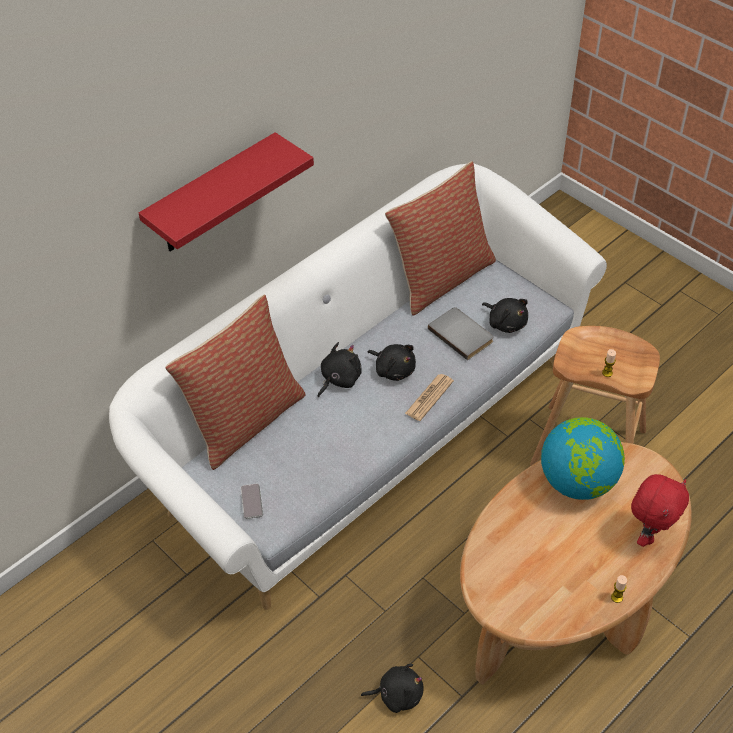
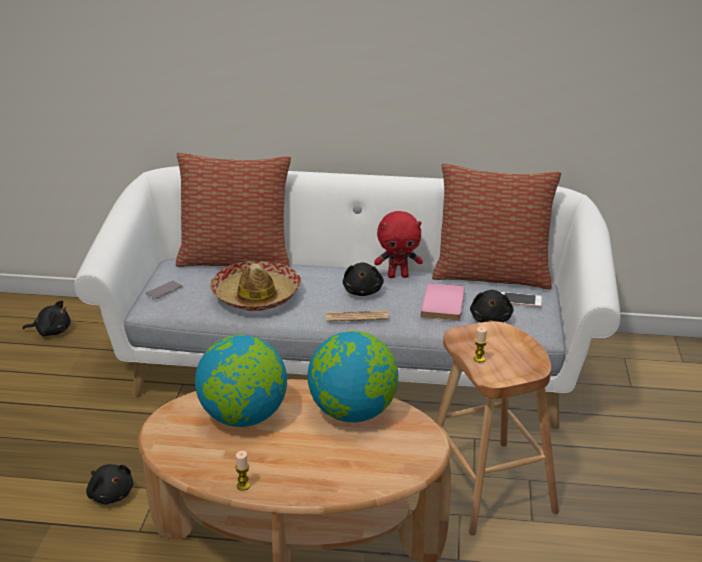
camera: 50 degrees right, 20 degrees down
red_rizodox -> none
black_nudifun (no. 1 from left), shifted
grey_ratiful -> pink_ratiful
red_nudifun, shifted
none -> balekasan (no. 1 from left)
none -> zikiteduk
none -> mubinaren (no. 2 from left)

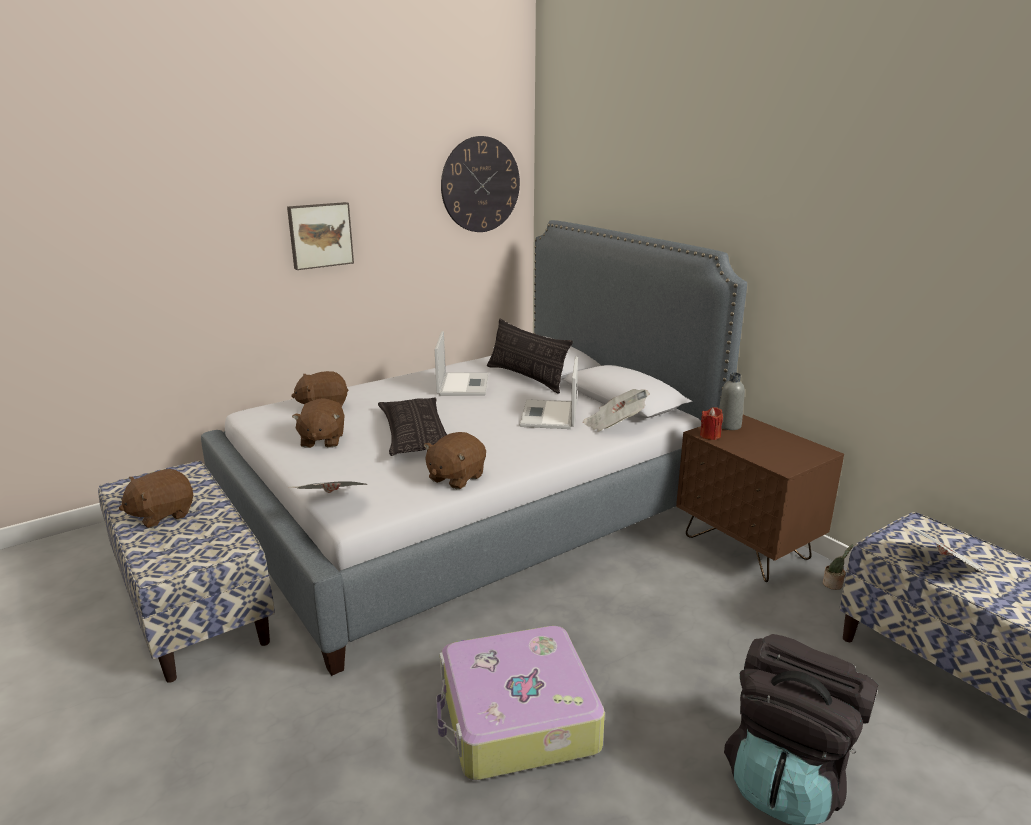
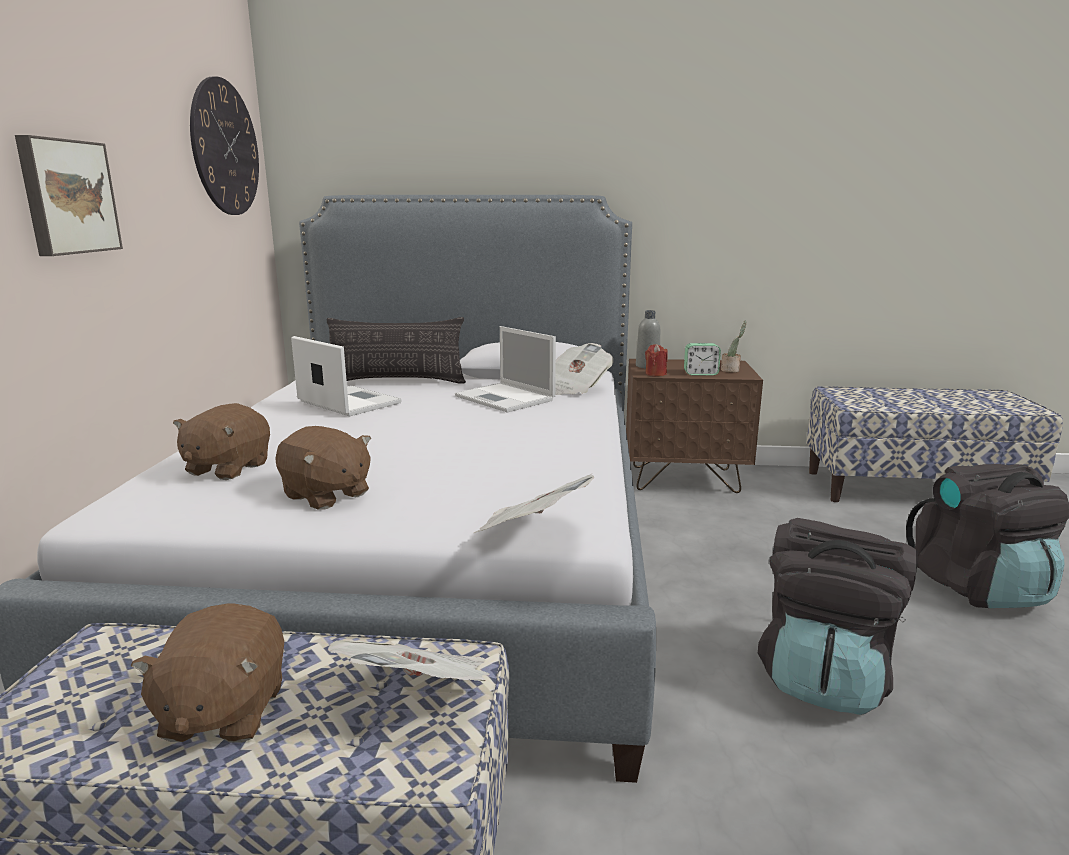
camera: 50 degrees left, 5 degrees down
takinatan (no. 1 from left) -> none
brown_nudifun (no. 4 from left) -> none
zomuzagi -> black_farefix (no. 1 from left)
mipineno, shifted
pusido (no. 3 from left in the first image) -> pusido (no. 1 from left), shifted
none -> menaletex

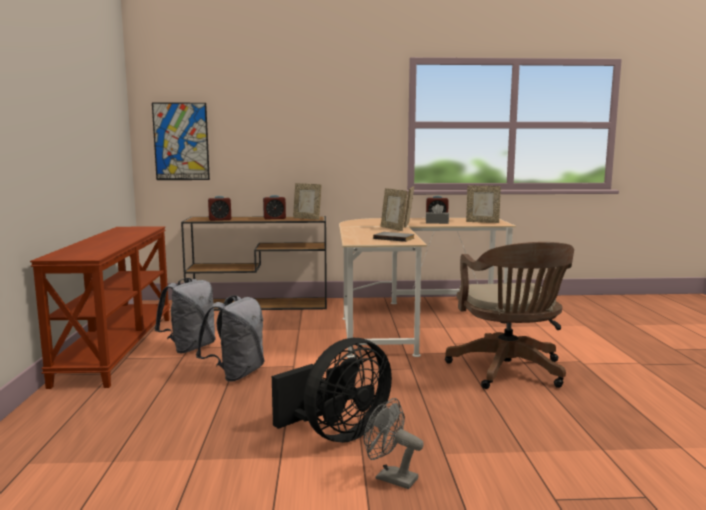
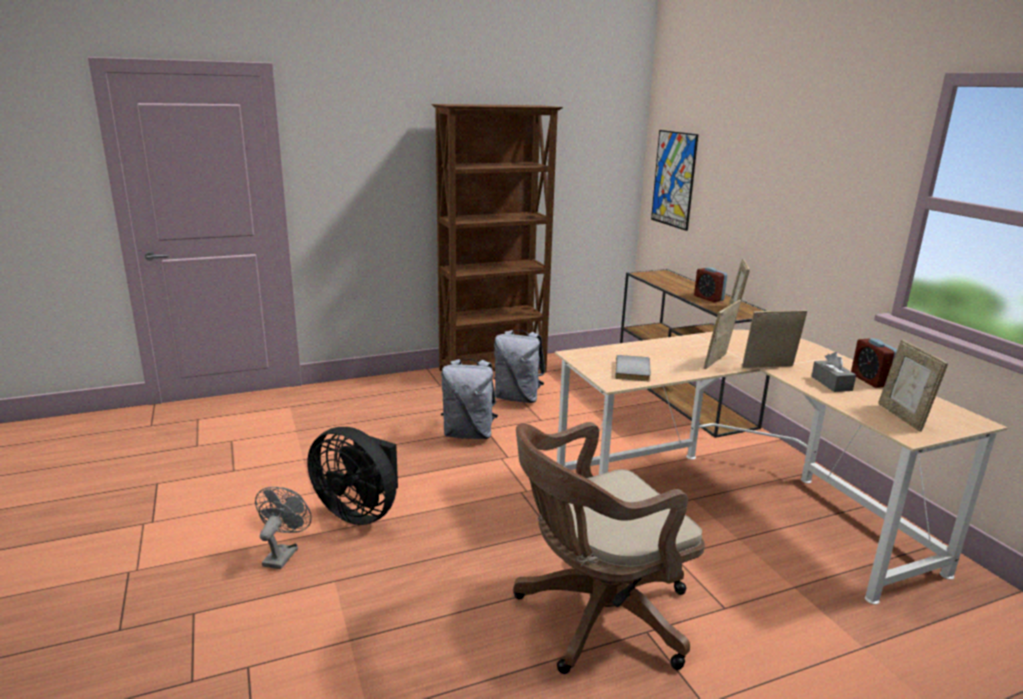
camera: 70 degrees right, 10 degrees up
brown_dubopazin (no. 1 from left) -> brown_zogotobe
menaletex (no. 1 from left) -> none

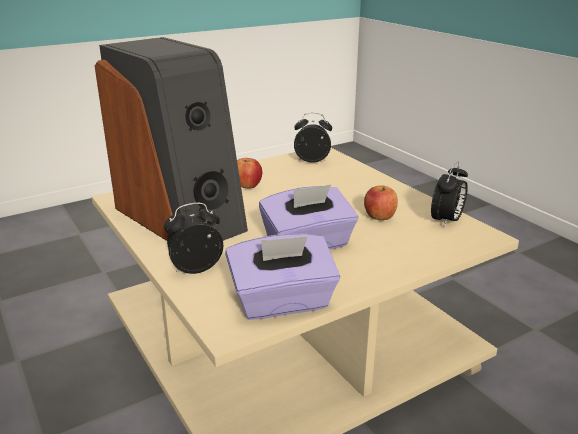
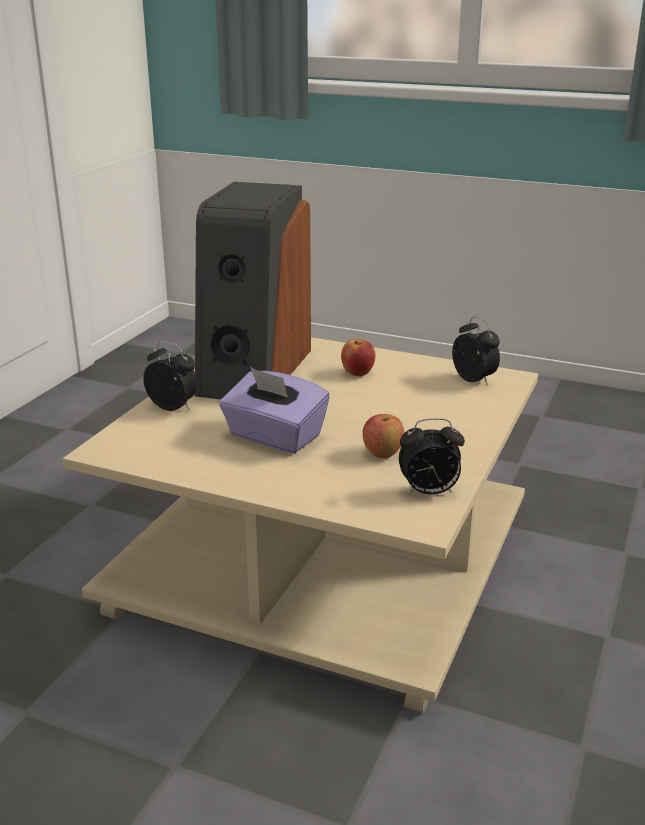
camera: 55 degrees right, 0 degrees up
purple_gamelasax (no. 1 from left) -> none

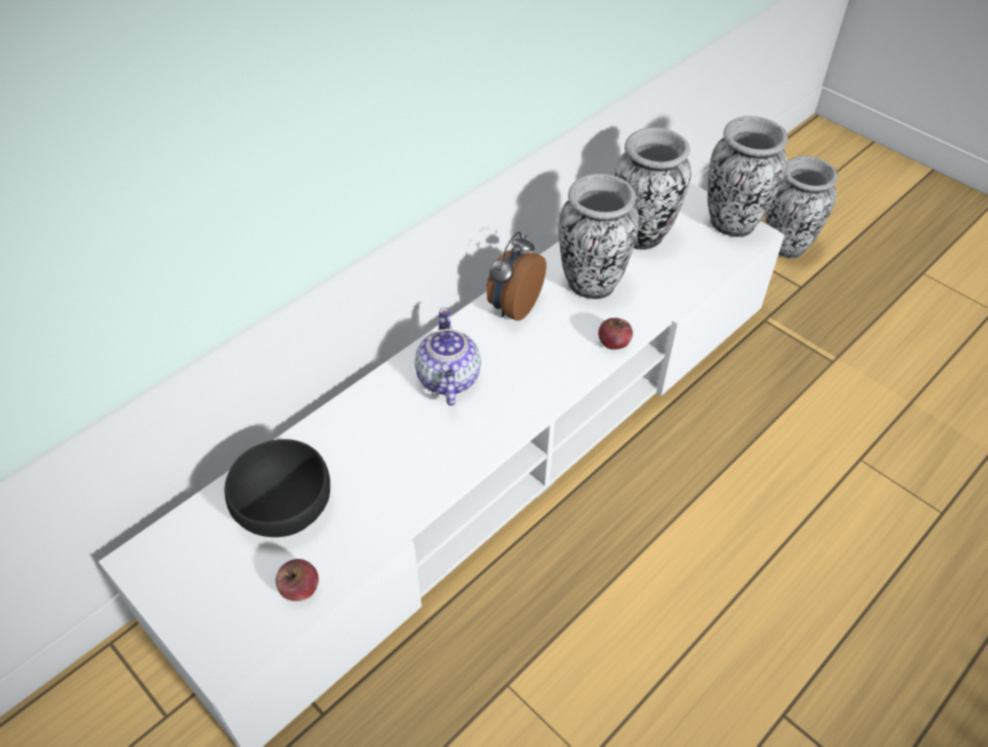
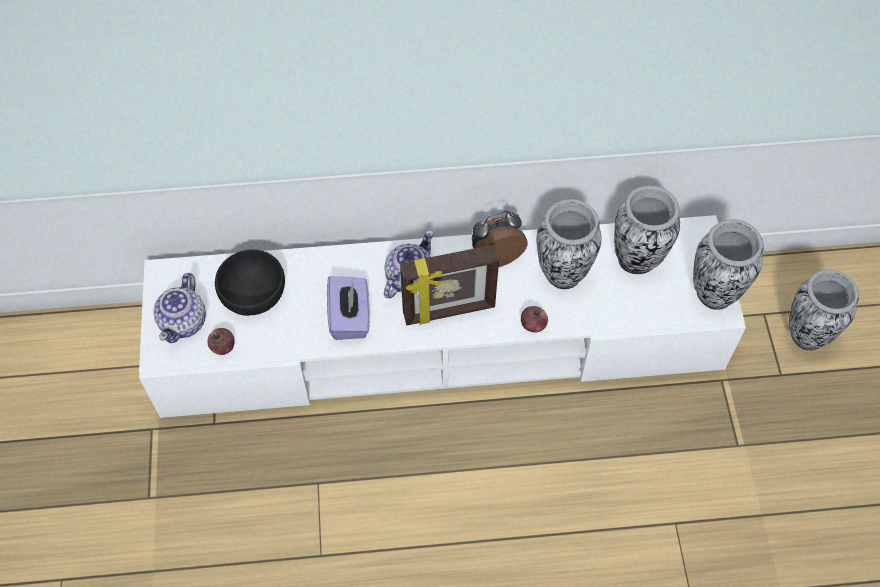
camera: 40 degrees right, 10 degrees up
none -> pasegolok (no. 1 from left)
none -> purple_gamelasax
none -> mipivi

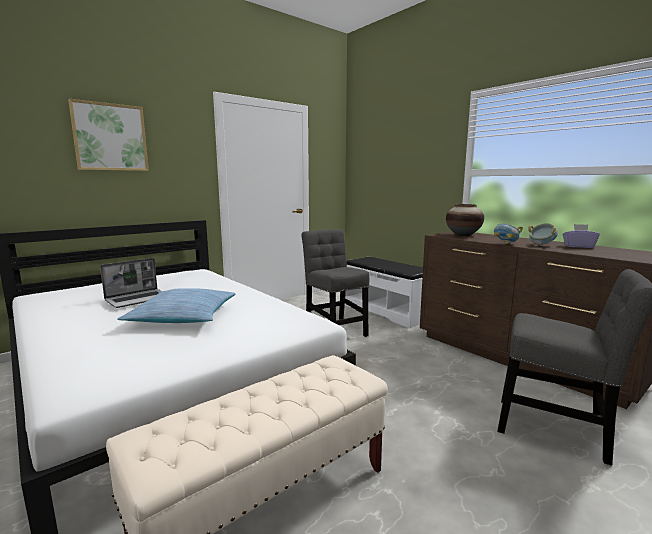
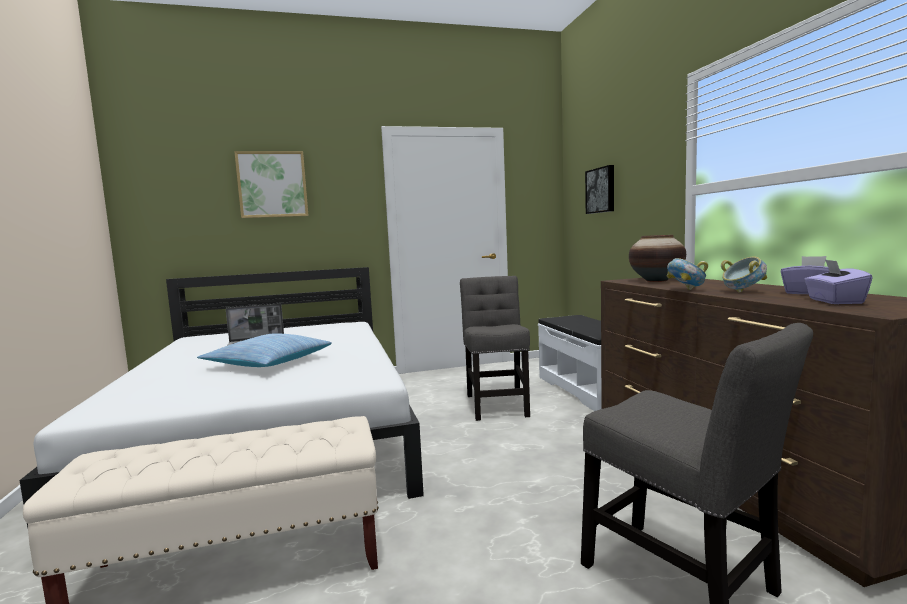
camera: 25 degrees right, 5 degrees down
none -> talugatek (no. 2 from left)
none -> purple_gamelasax (no. 2 from left)

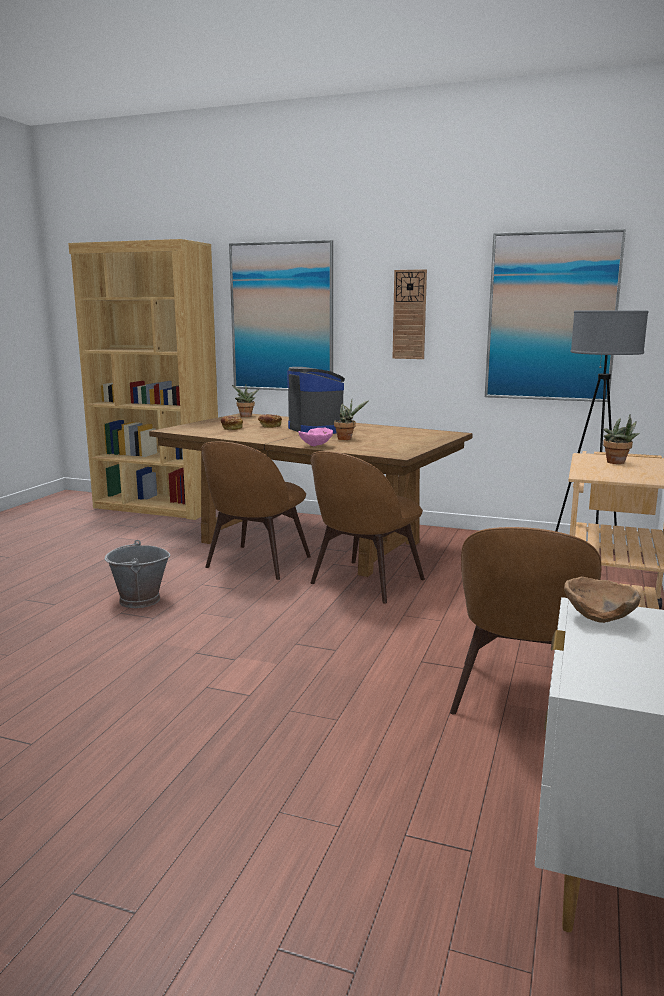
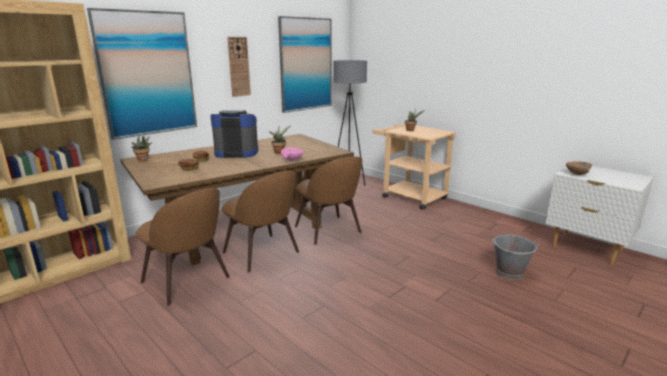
camera: 65 degrees left, 5 degrees up
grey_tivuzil, shifted
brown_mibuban (no. 3 from left in the first image) -> brown_mibuban (no. 1 from left), shifted

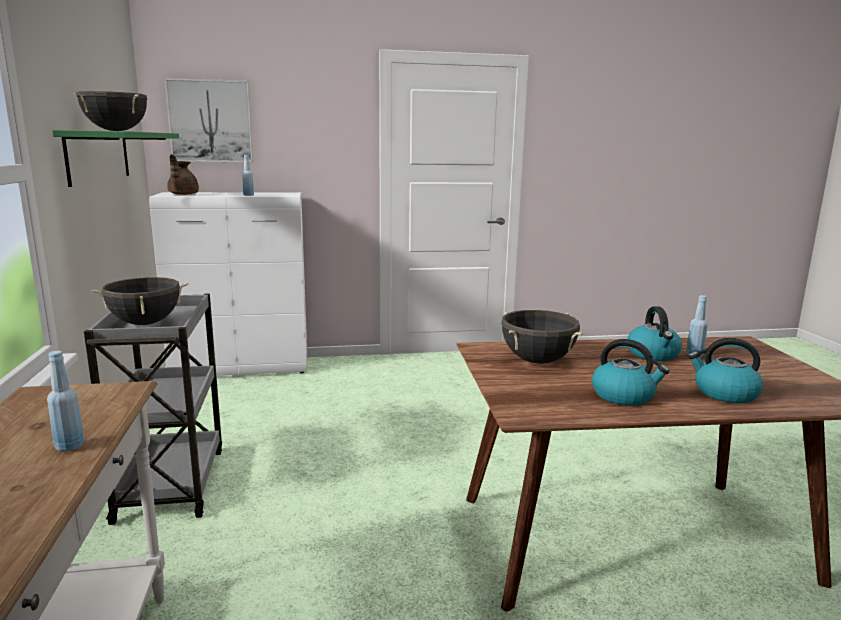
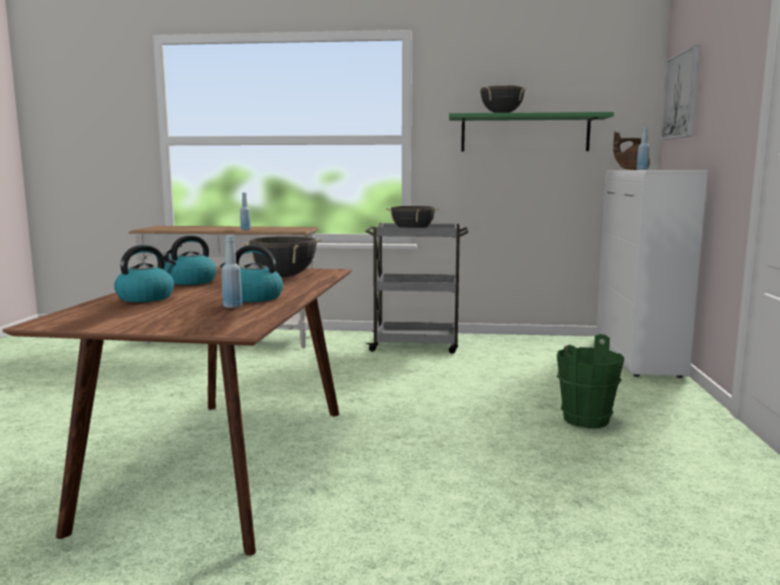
camera: 105 degrees right, 5 degrees down
none -> green_tivuzil

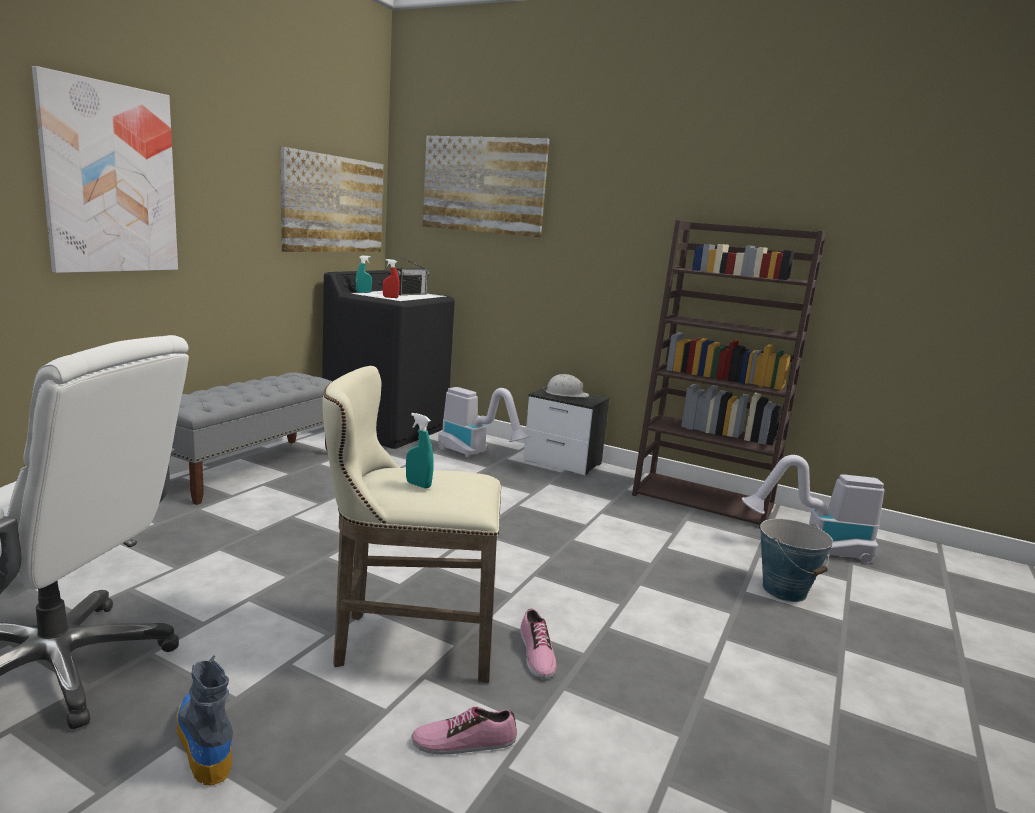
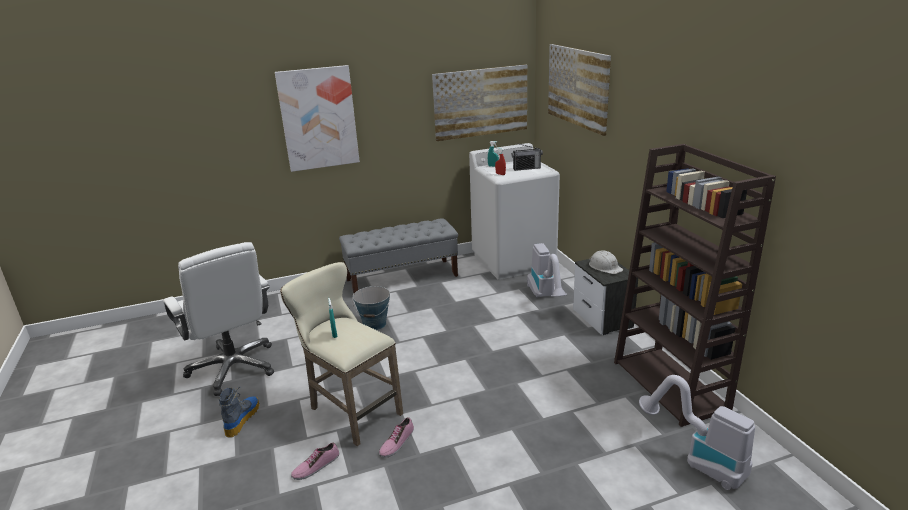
camera: 45 degrees right, 10 degrees up
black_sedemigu -> white_sedemigu
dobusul (no. 1 from left), 75 degrees counterclockwise
tivuzil, shifted

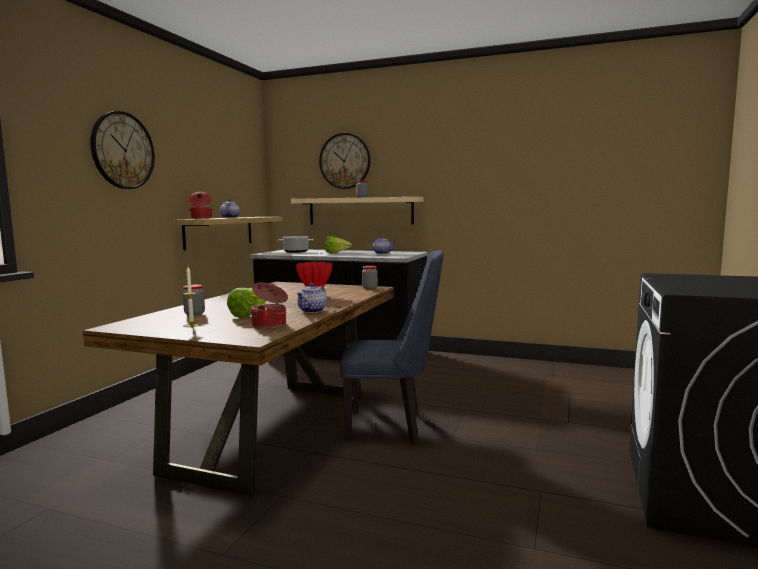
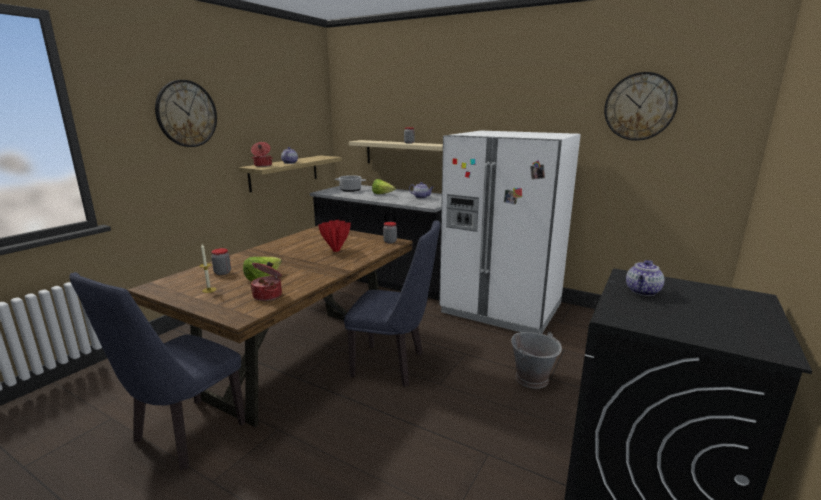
camera: 10 degrees right, 10 degrees up
pasegolok (no. 2 from left in the first image) -> pasegolok (no. 3 from left), shifted
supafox (no. 2 from left), shifted
none -> blue_mibuban (no. 1 from left)
none -> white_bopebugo
none -> grey_tivuzil

